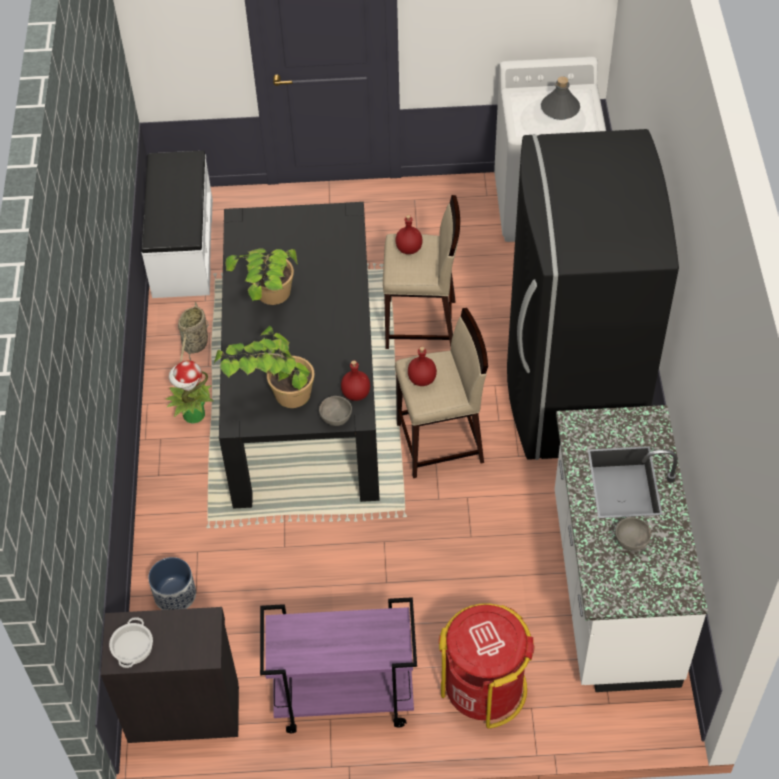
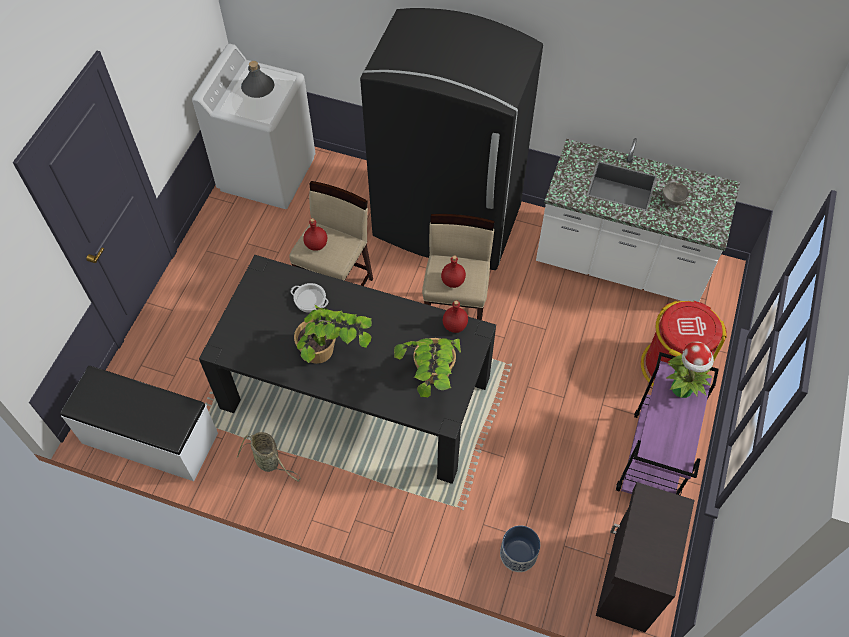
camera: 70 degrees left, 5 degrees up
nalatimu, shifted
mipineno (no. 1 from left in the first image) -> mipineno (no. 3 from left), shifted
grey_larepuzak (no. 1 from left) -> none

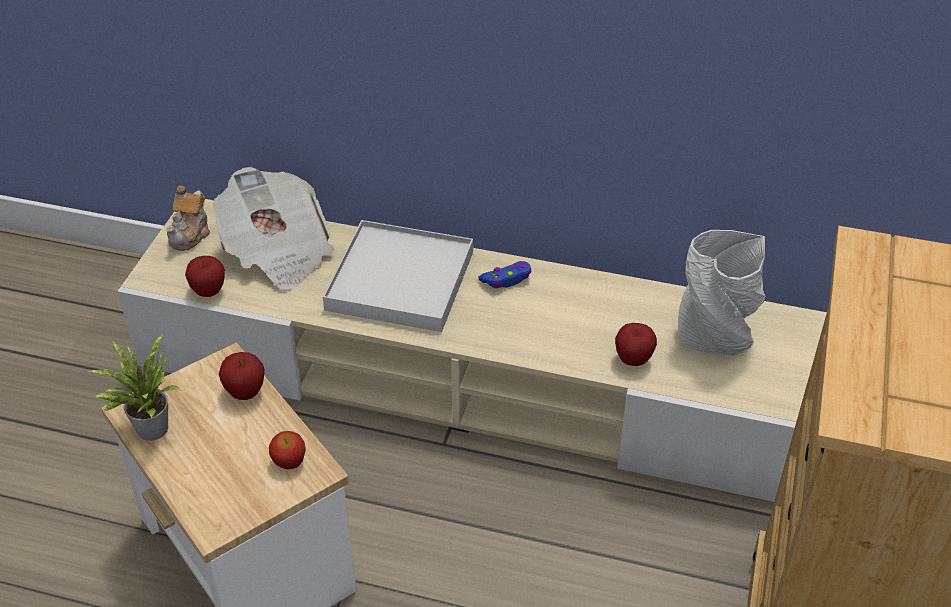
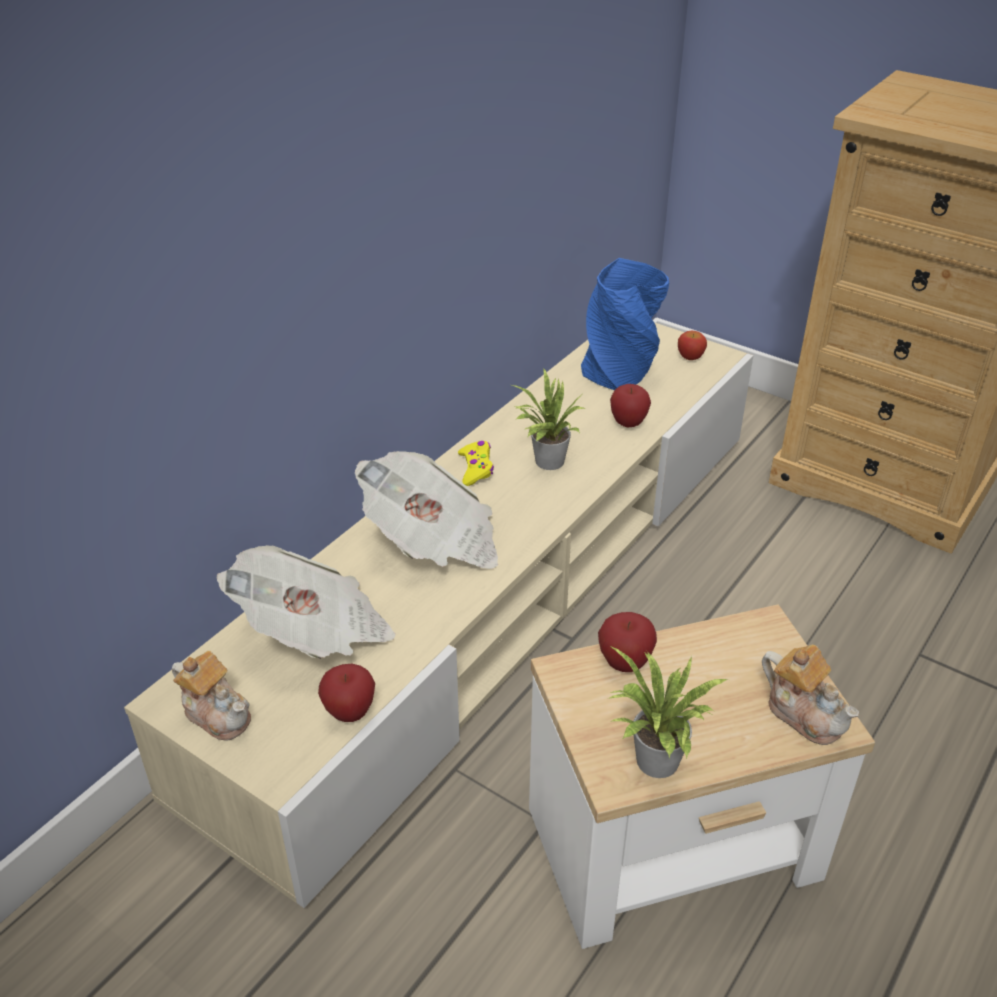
camera: 70 degrees left, 5 degrees down
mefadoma (no. 3 from left in the first image) -> mefadoma (no. 4 from left), shifted
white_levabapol -> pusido (no. 2 from left)
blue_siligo -> yellow_siligo
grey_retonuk -> blue_retonuk
none -> mipineno (no. 1 from left)
none -> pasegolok (no. 2 from left)

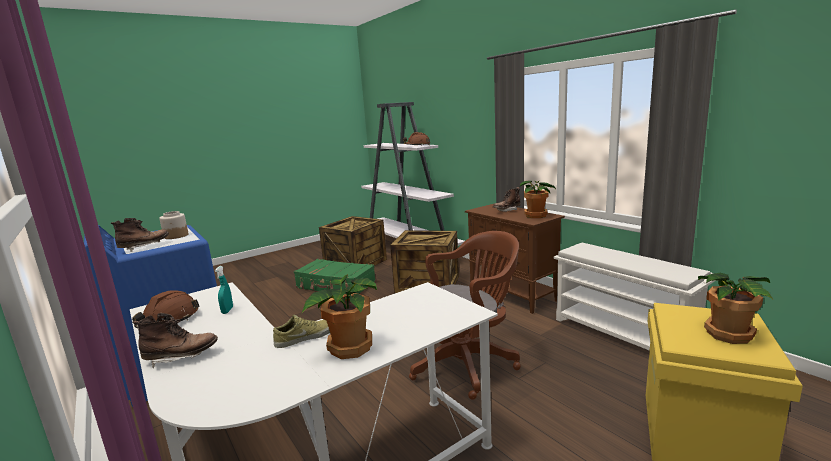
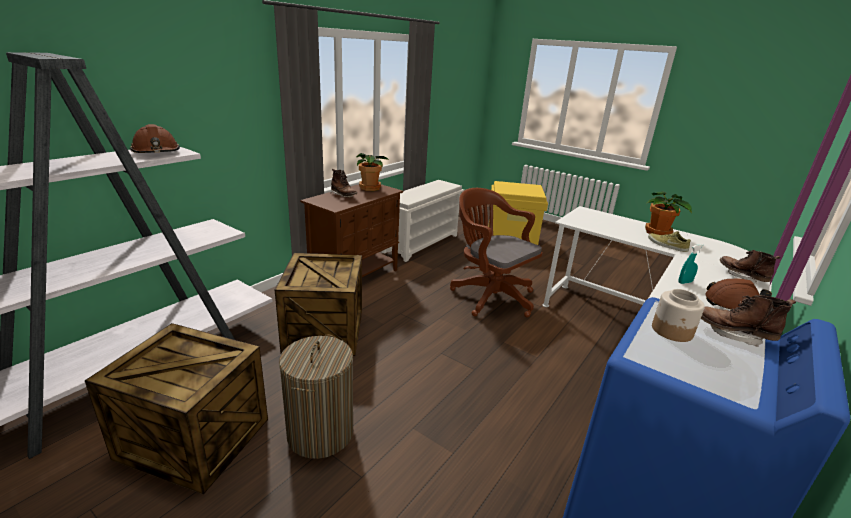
camera: 110 degrees left, 10 degrees up
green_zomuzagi -> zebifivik
mipineno (no. 3 from left) -> none

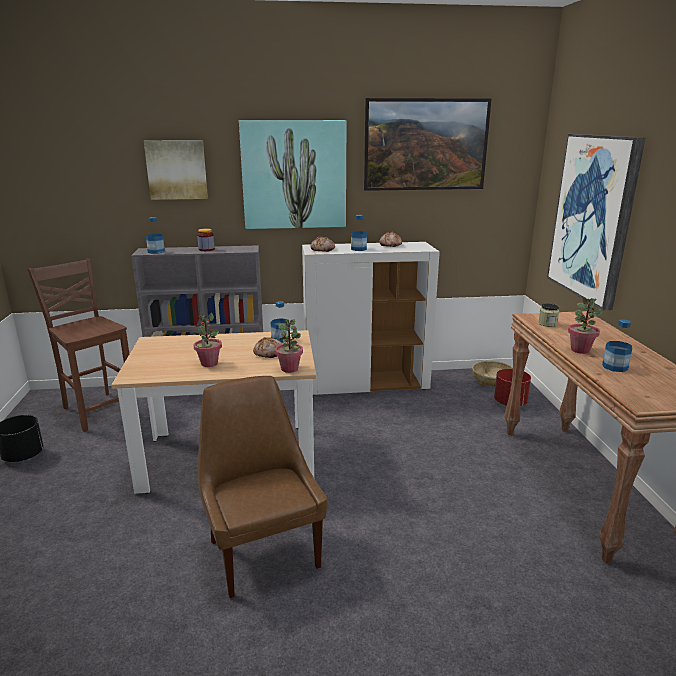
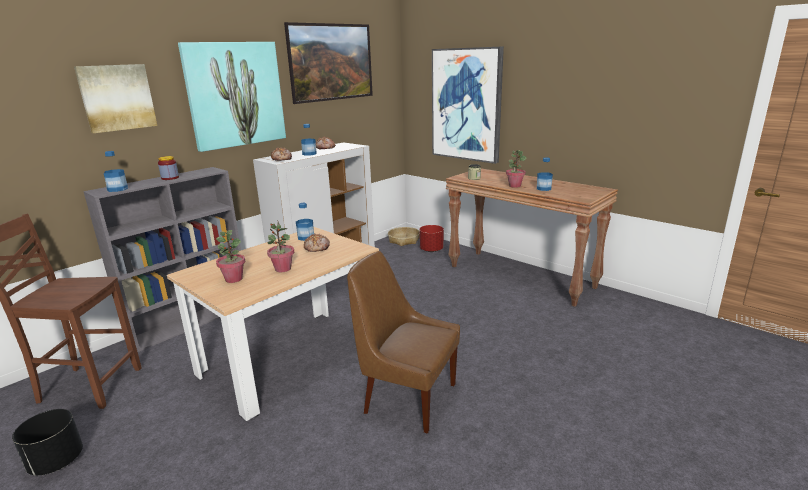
camera: 40 degrees left, 0 degrees up
mipineno (no. 2 from left in the first image) -> mipineno (no. 1 from left), shifted

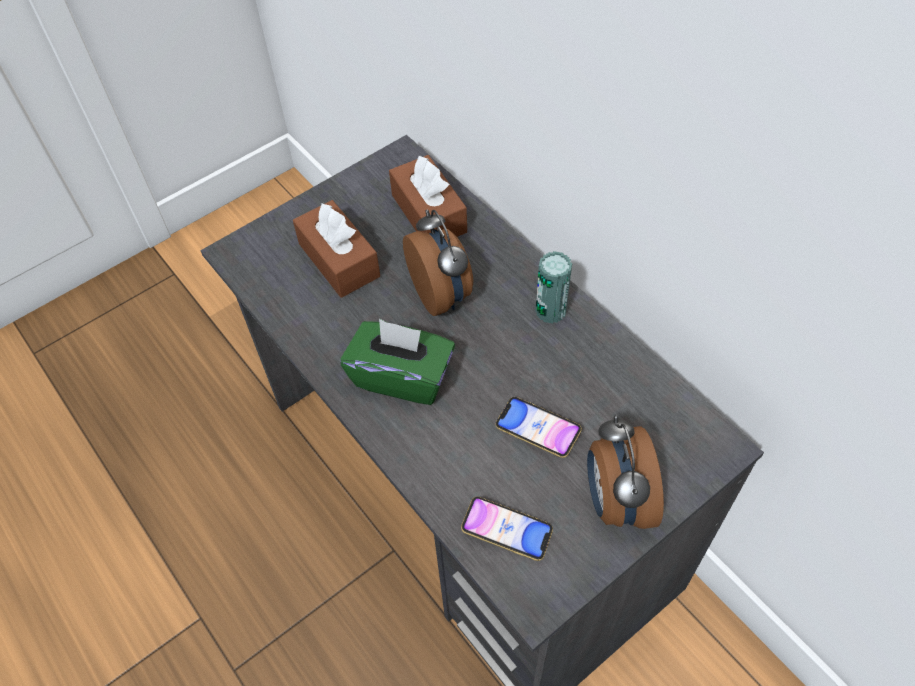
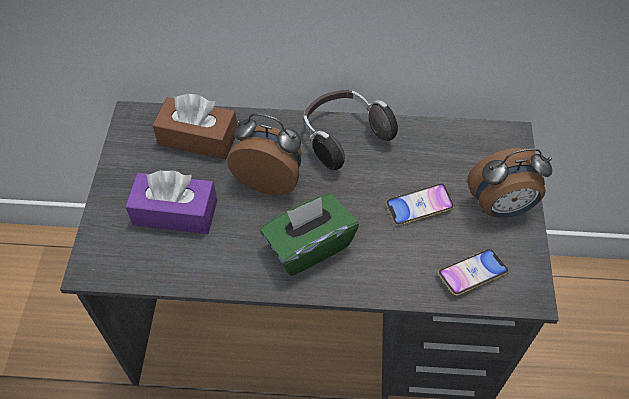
camera: 50 degrees left, 0 degrees up
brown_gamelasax (no. 1 from left) -> purple_gamelasax
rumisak -> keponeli
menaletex (no. 2 from left), 45 degrees counterclockwise

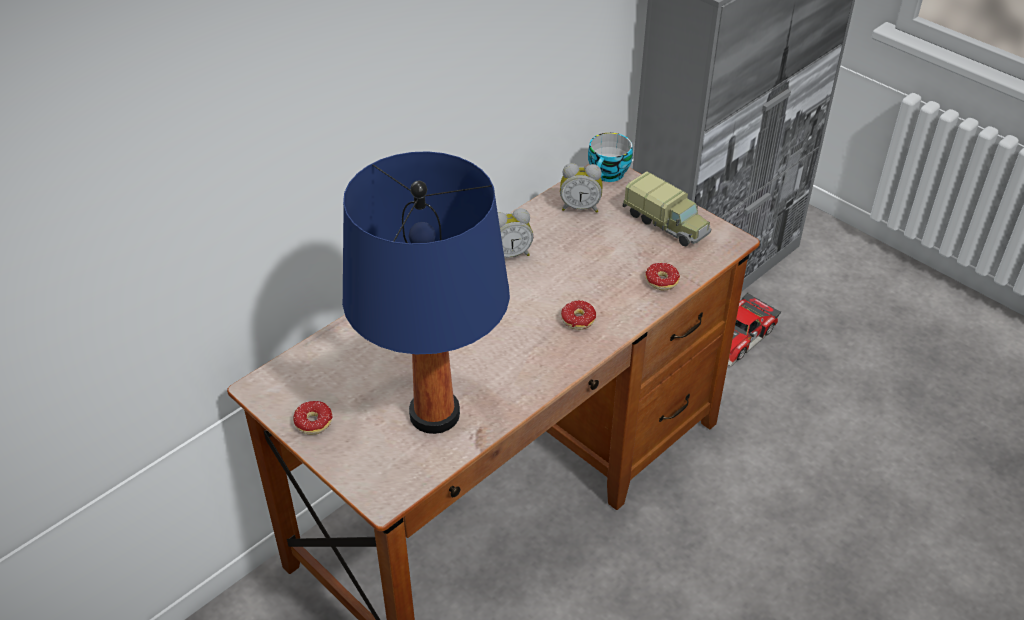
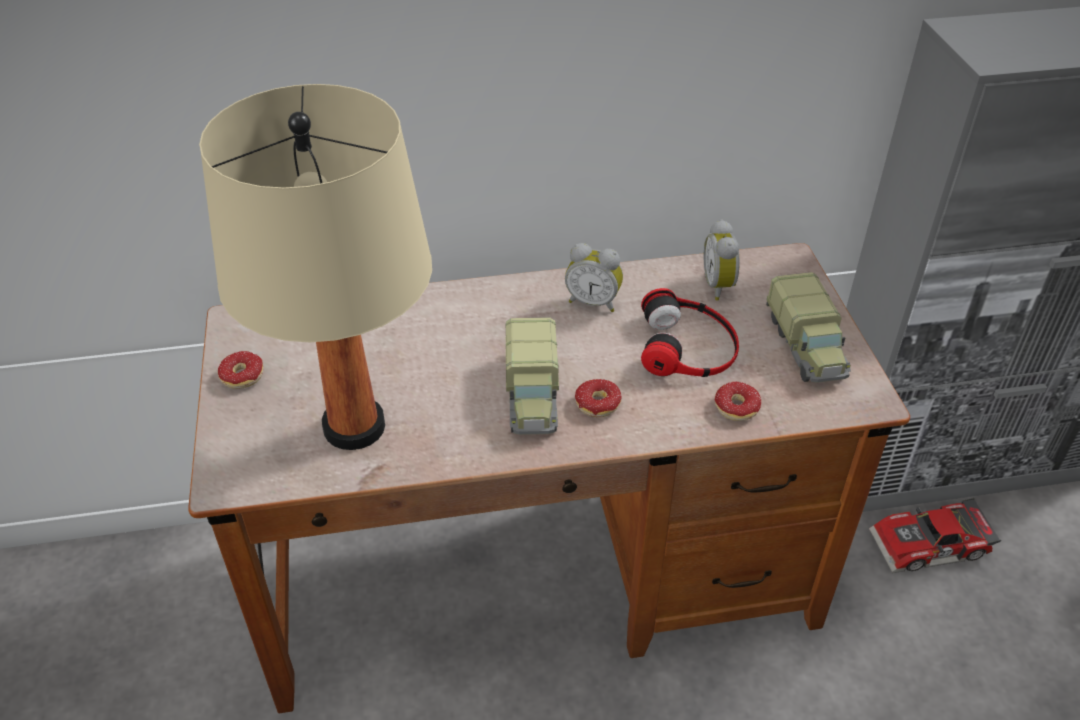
camera: 35 degrees right, 0 degrees up
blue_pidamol -> beige_pidamol
menaletex (no. 2 from left), 45 degrees clockwise
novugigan -> none
none -> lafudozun (no. 1 from left)
none -> keponeli

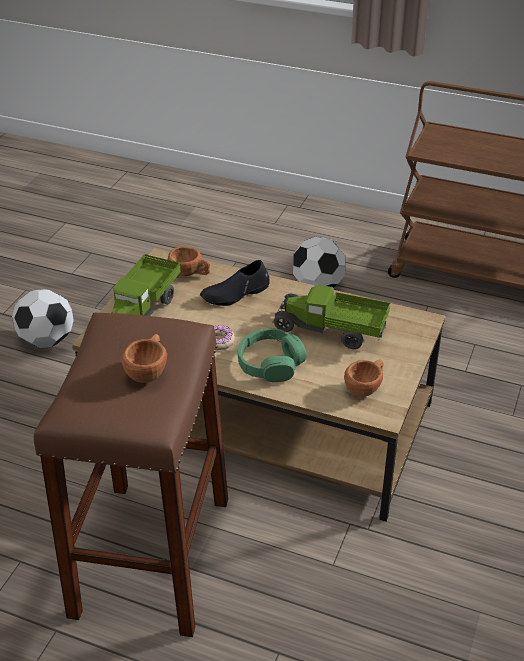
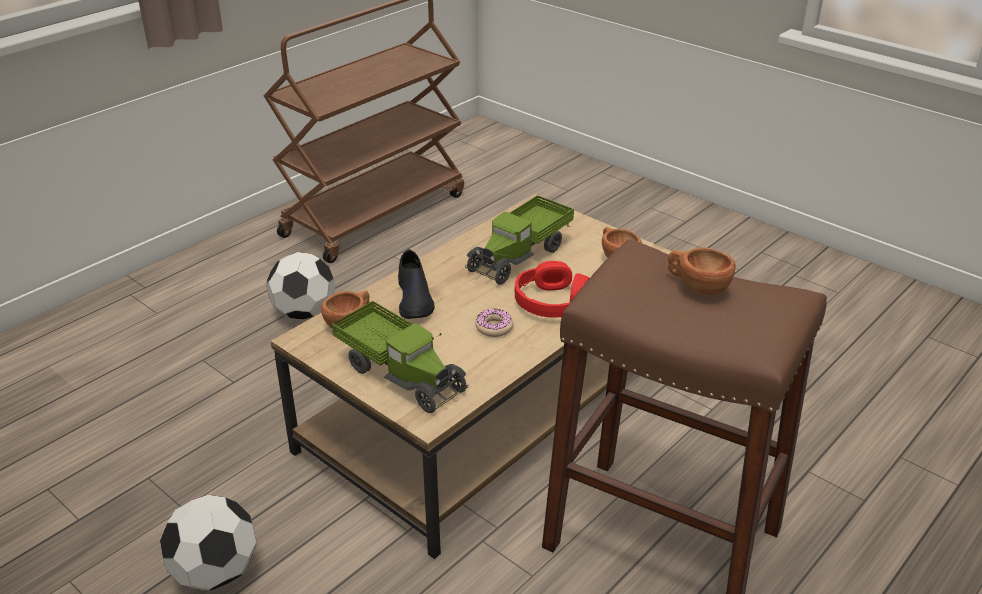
camera: 70 degrees left, 5 degrees down
green_keponeli -> red_keponeli

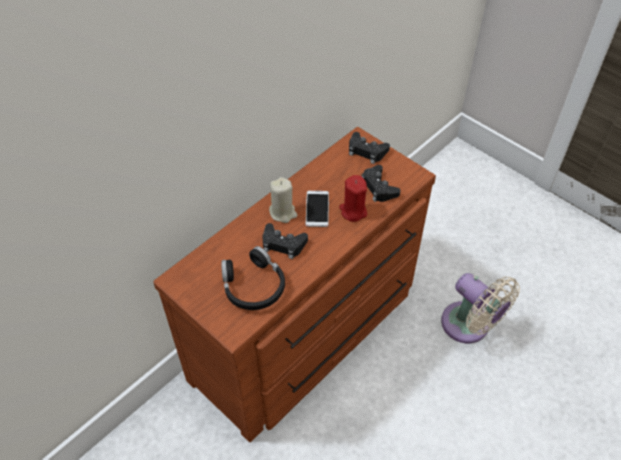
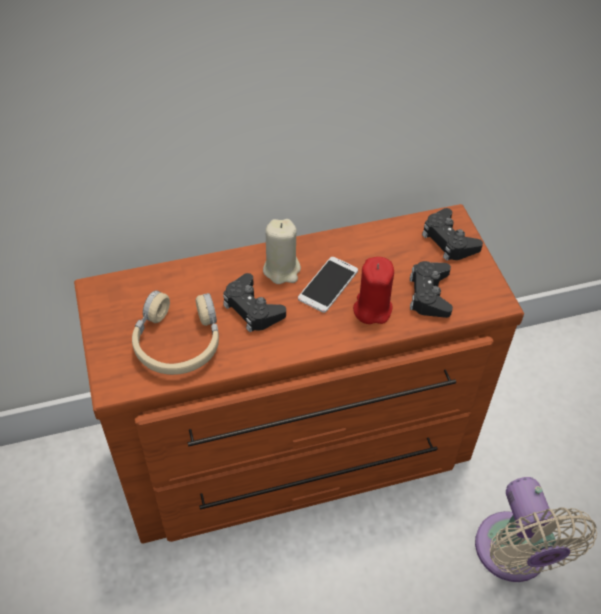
camera: 30 degrees right, 0 degrees up
black_keponeli -> beige_keponeli

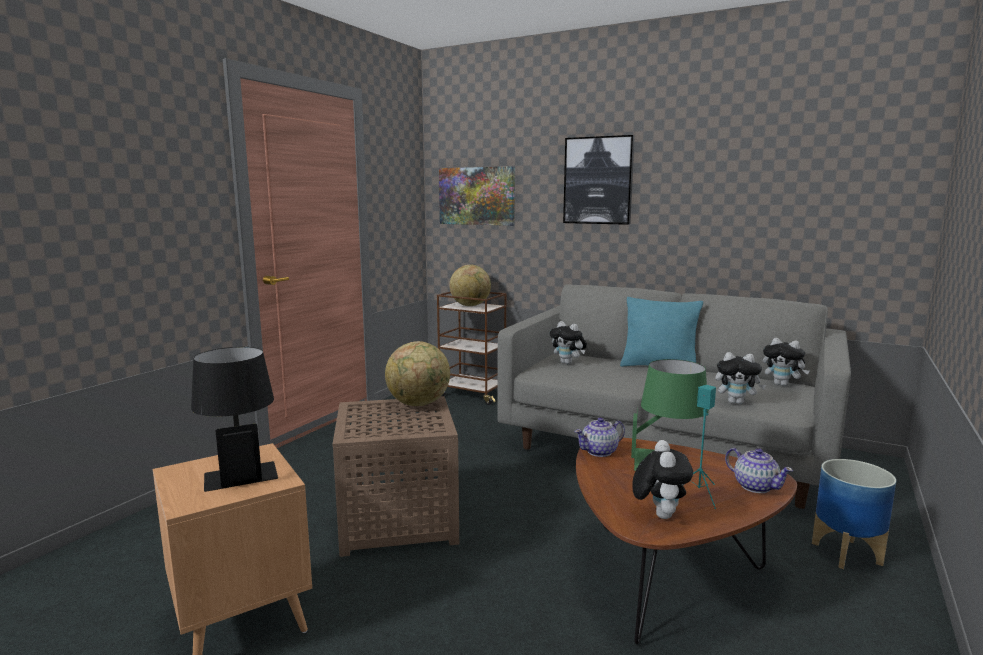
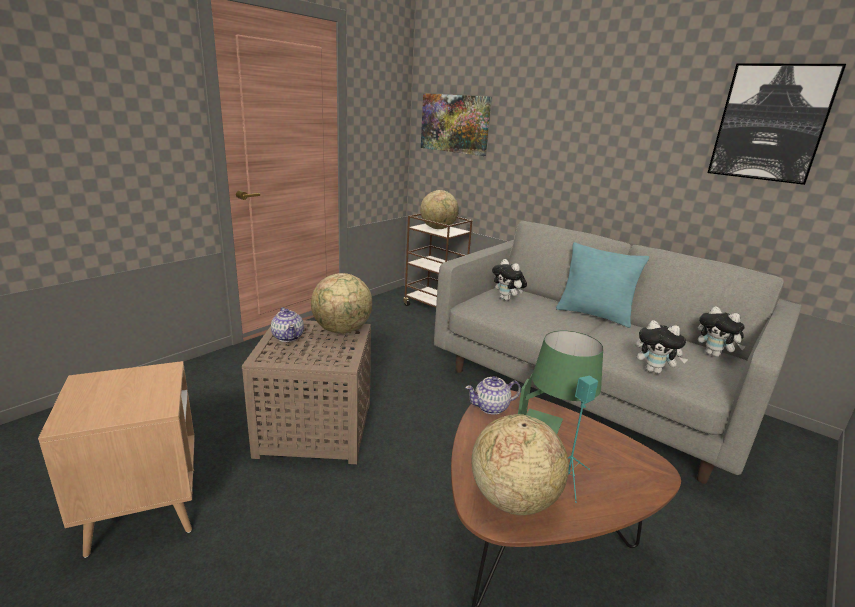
camera: 10 degrees right, 10 degrees up
black_pidamol -> none
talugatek (no. 2 from left), shifted
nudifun (no. 2 from left) -> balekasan (no. 3 from left)
pasegolok (no. 2 from left in the first image) -> pasegolok (no. 1 from left), shifted
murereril -> none

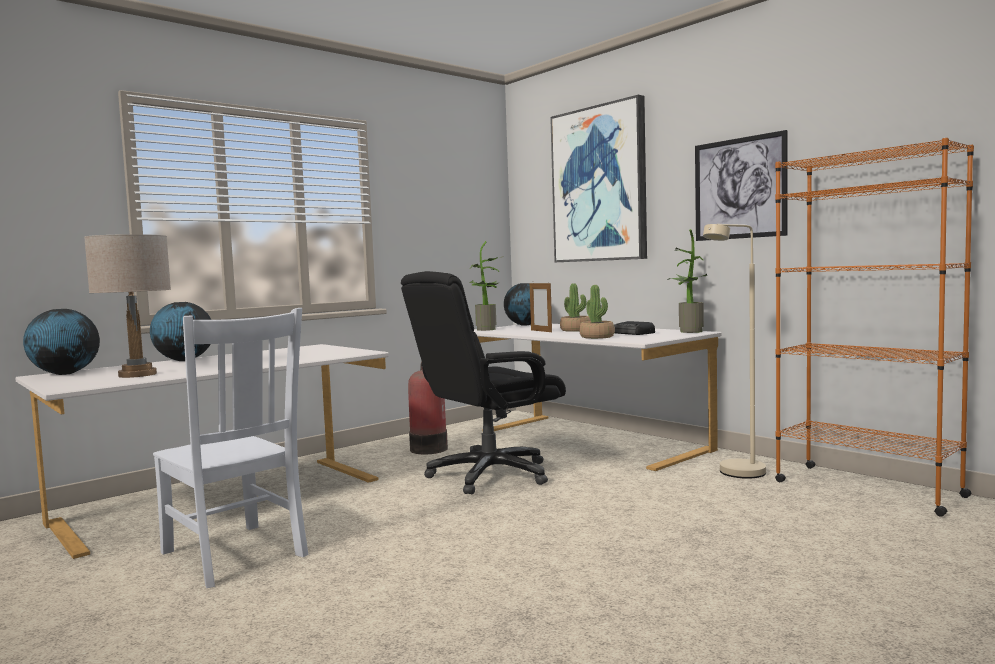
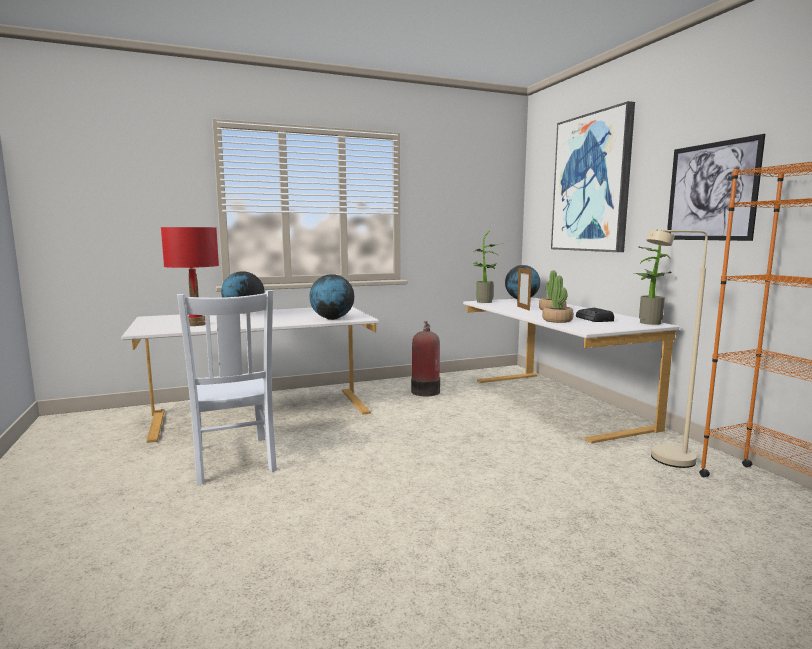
camera: 20 degrees right, 5 degrees up
balekasan (no. 1 from left in the first image) -> balekasan (no. 2 from left), shifted
beige_pidamol -> red_pidamol
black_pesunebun -> none

